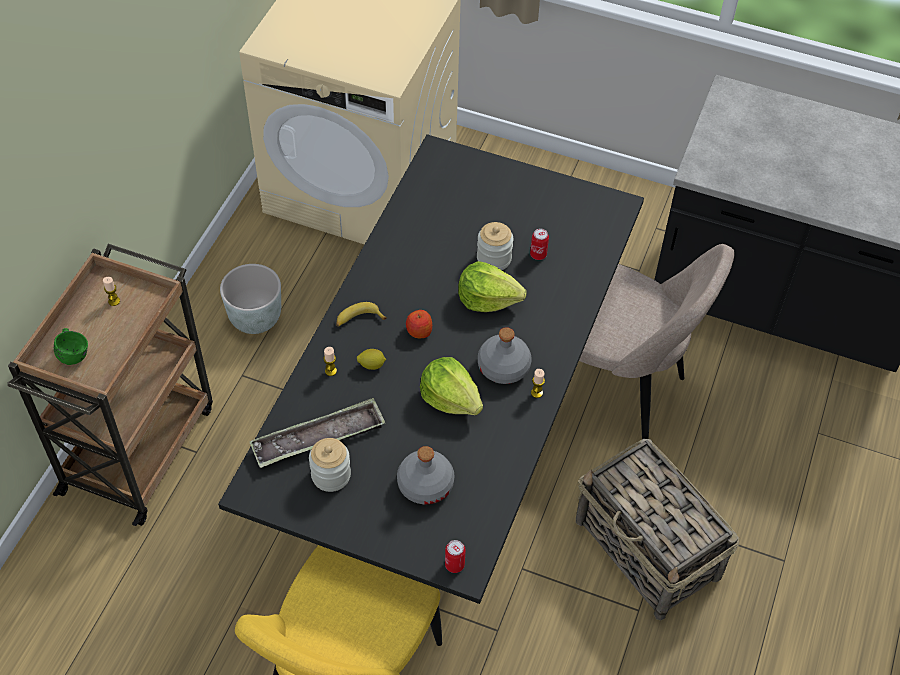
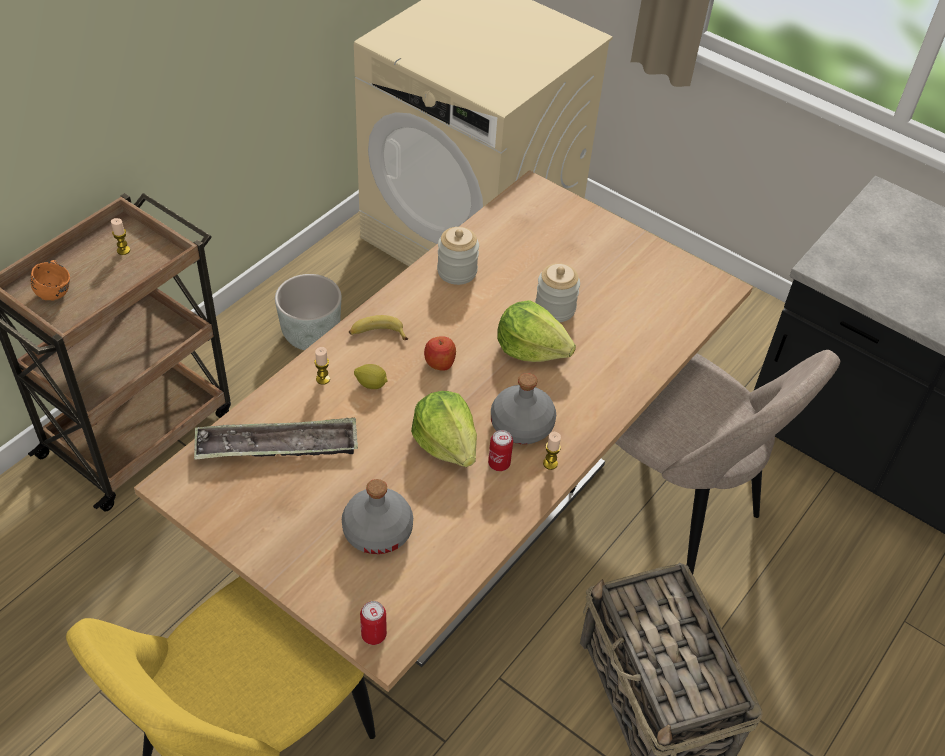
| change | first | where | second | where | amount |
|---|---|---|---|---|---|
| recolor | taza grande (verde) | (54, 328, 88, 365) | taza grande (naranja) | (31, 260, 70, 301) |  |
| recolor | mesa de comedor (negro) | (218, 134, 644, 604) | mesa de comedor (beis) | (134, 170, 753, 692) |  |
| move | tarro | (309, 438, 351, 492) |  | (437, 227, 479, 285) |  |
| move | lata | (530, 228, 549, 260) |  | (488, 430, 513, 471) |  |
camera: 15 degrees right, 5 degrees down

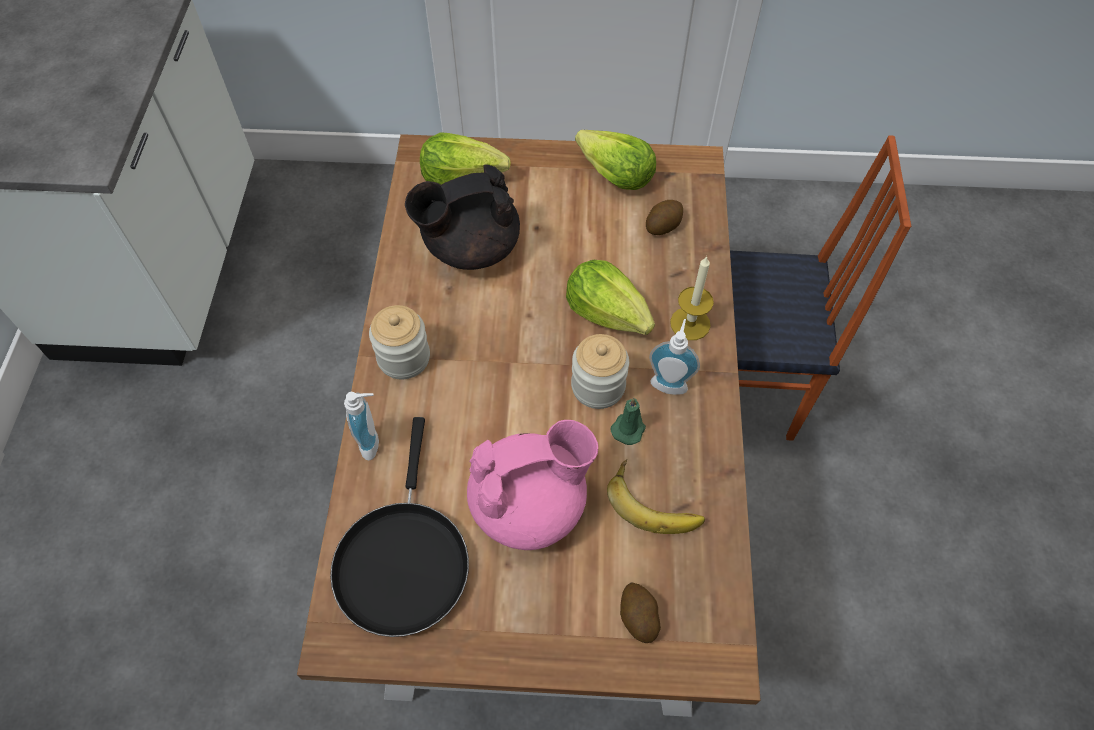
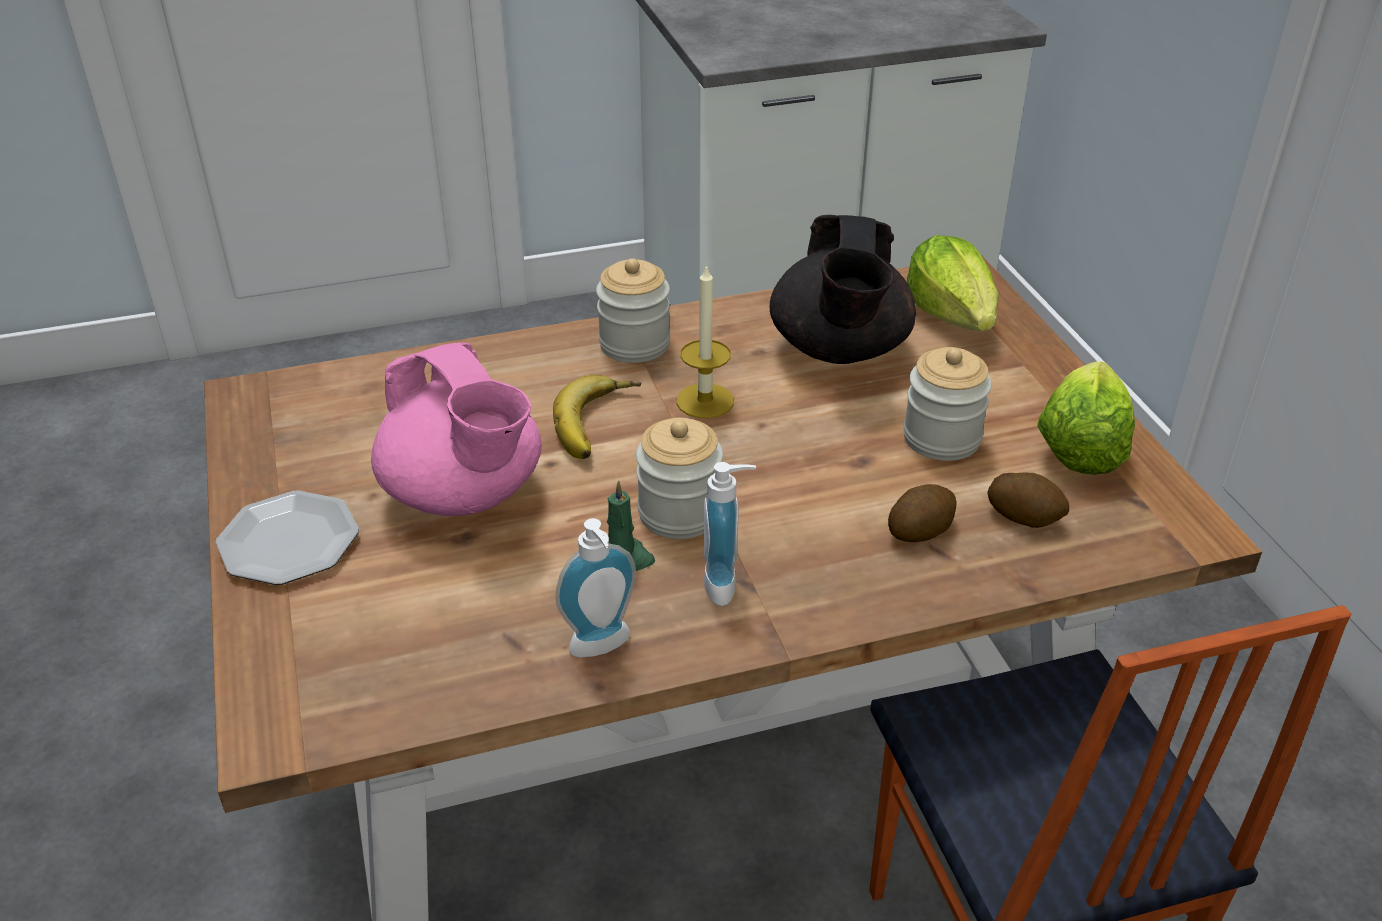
| change | first | where | second | where | amount |
|---|---|---|---|---|---|
| delete | sartén (negro) | (330, 417, 469, 637) |  |  |  |
| move | dispensador de jabón | (344, 392, 379, 461) |  | (555, 518, 636, 658) |  |
| rotate | tetera (negro) | (405, 164, 520, 270) |  | (770, 215, 916, 364) | 135 degrees counterclockwise |
| delete | lechuga | (566, 260, 655, 335) |  |  |  |
| move | plátano | (607, 459, 705, 534) |  | (553, 374, 641, 459) |  |
| move | patata | (620, 582, 661, 643) |  | (888, 484, 957, 542) |  |
| move | vela | (670, 256, 714, 340) |  | (676, 264, 734, 418) |  |
| insert |  |  | plato | (215, 490, 359, 585) |  |
| insert |  |  | tarro | (903, 347, 992, 461) |  |
camera: 70 degrees right, 20 degrees down

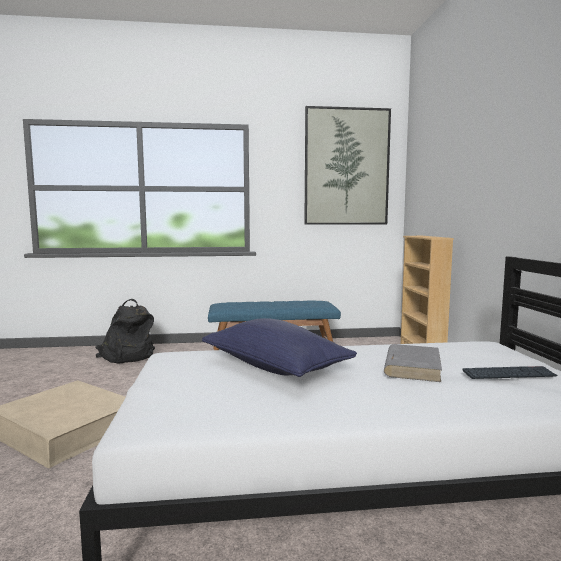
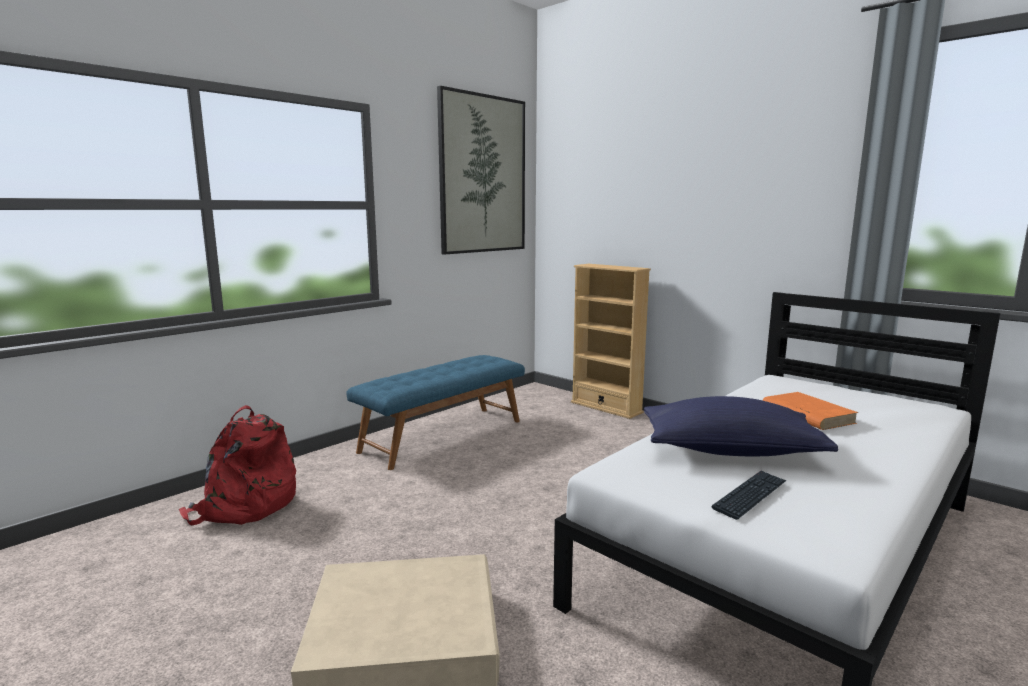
| change | first | where | second | where | amount |
|---|---|---|---|---|---|
| recolor | mochila (negro) | (95, 299, 155, 363) | mochila (rojo) | (179, 405, 296, 525) |  |
| recolor | libro (gris) | (384, 344, 442, 382) | libro (naranja) | (762, 392, 859, 430) |  |
| move | teclado | (462, 366, 558, 379) |  | (711, 471, 786, 520) |  |
camera: 40 degrees left, 5 degrees up

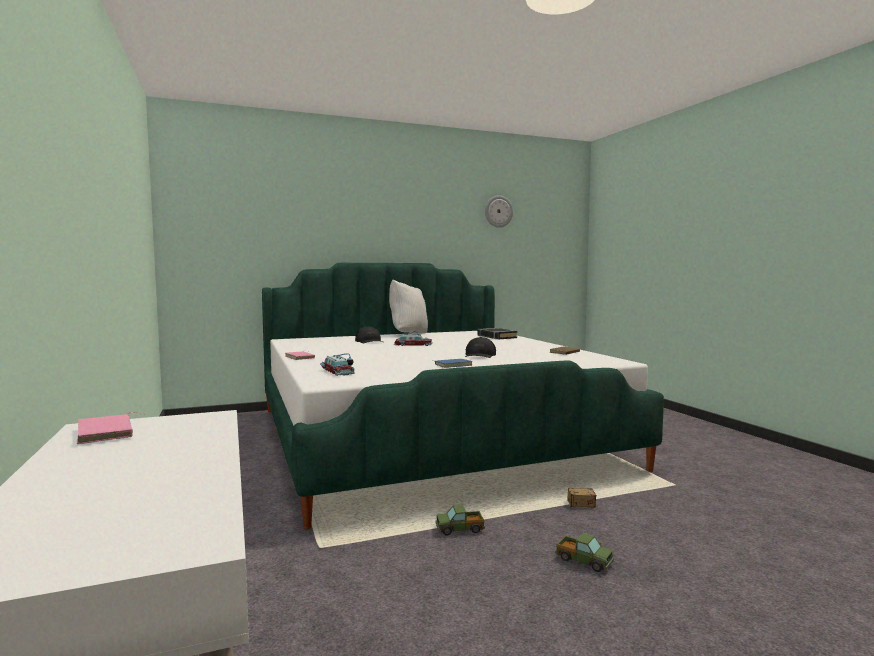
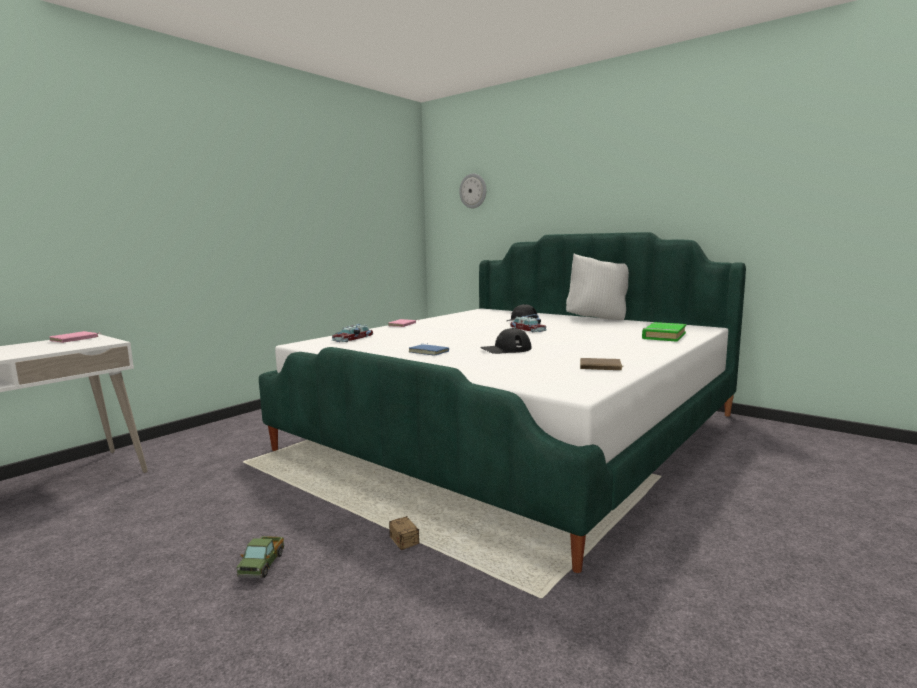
| change | first | where | second | where | amount |
|---|---|---|---|---|---|
| delete | camión de juguete | (436, 505, 485, 535) |  |  |  |
| recolor | libro (negro) | (477, 328, 517, 339) | libro (verde) | (642, 322, 686, 342) |  |
| move | reloj de pared | (485, 195, 513, 228) |  | (459, 173, 486, 209) |  |
camera: 60 degrees right, 5 degrees up

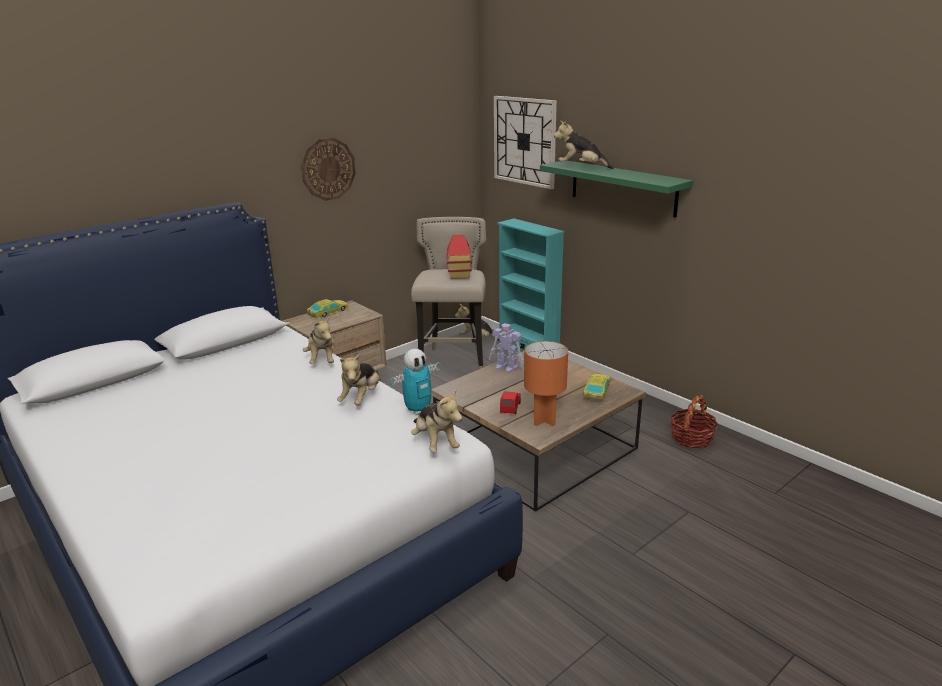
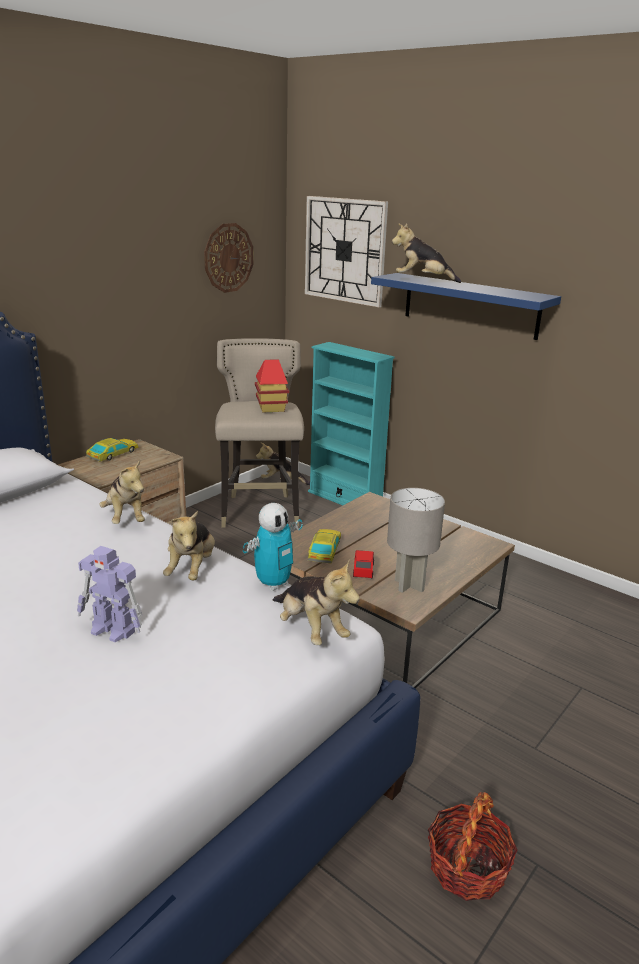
| change | first | where | second | where | amount |
|---|---|---|---|---|---|
| move | reloj de pared | (301, 138, 356, 201) |  | (204, 223, 254, 293) |  |
| move | robot de juguete | (489, 323, 523, 373) |  | (77, 546, 143, 642) |  |
| recolor | lámpara de mesa (naranja) | (524, 341, 568, 426) | lámpara de mesa (gris) | (387, 488, 445, 593) |  |
| recolor | estante (verde) | (540, 161, 693, 218) | estante (azul) | (371, 273, 561, 340) |  |
| move | coche de juguete | (583, 374, 611, 401) |  | (308, 529, 341, 564) |  |
| move | cesta | (670, 395, 718, 448) |  | (428, 792, 518, 901) |  |
camera: 10 degrees left, 0 degrees up

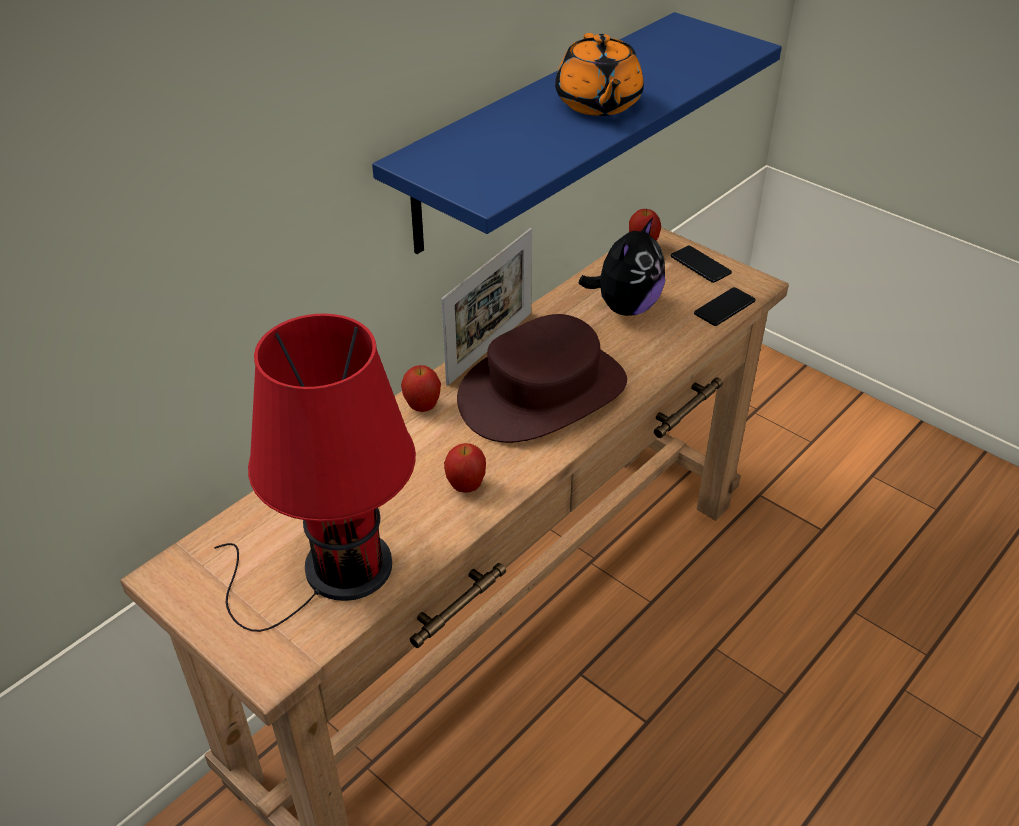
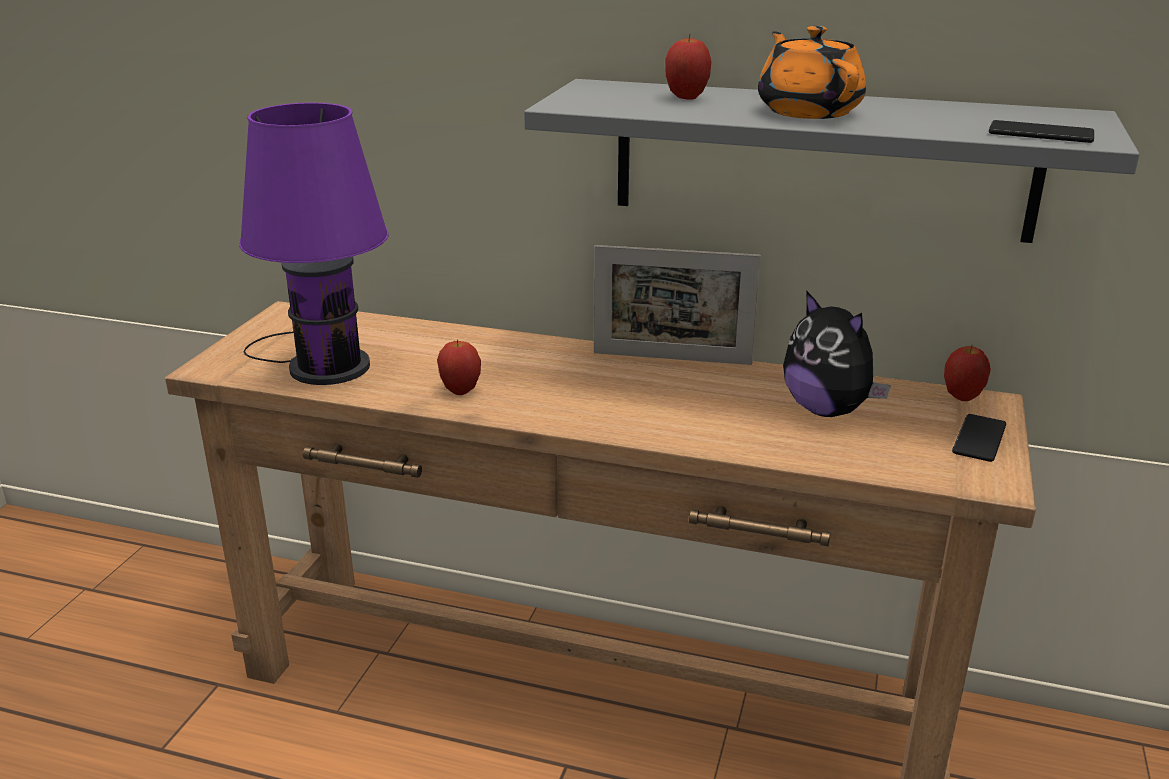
| change | first | where | second | where | amount |
|---|---|---|---|---|---|
| recolor | lámpara de mesa (rojo) | (214, 314, 416, 632) | lámpara de mesa (morado) | (239, 103, 389, 385) |  |
| recolor | estante (azul) | (372, 12, 782, 254) | estante (gris) | (524, 79, 1140, 243) |  |
| move | manzana | (401, 365, 441, 412) |  | (665, 33, 711, 100) |  |
| delete | sombrero (marrón) | (457, 314, 627, 443) |  |  |  |
| rotate | tetera (naranja) | (555, 33, 644, 116) |  | (758, 26, 866, 119) | 105 degrees clockwise |
| rotate | peluche | (578, 217, 665, 316) |  | (783, 290, 891, 417) | 45 degrees clockwise |
| move | móvil | (694, 287, 756, 326) |  | (989, 120, 1094, 143) |  |
camera: 65 degrees right, 15 degrees down

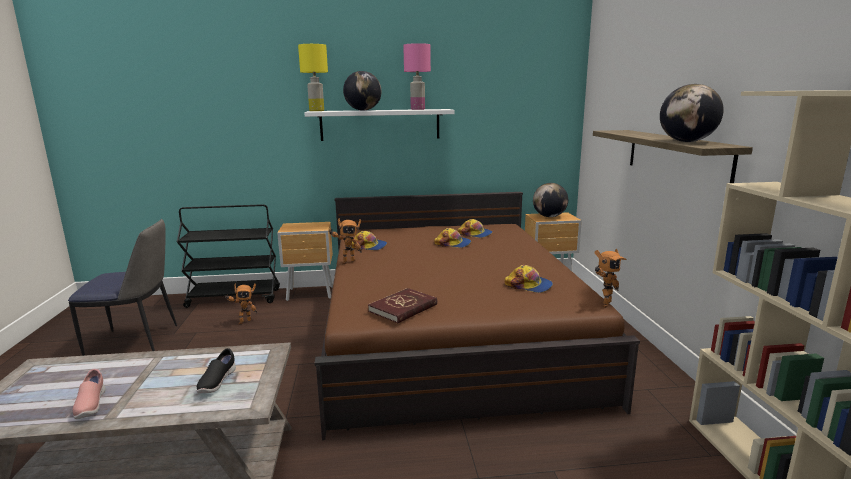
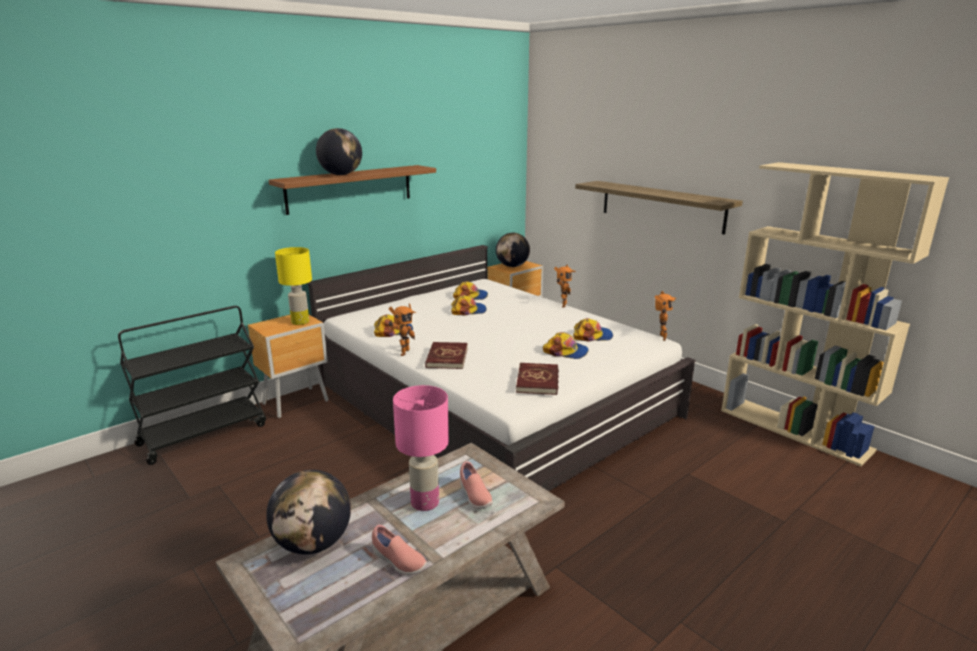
| change | first | where | second | where | amount |
|---|---|---|---|---|---|
| delete | silla | (68, 219, 177, 356) |  |  |  |
| recolor | zapato (negro) | (197, 348, 236, 394) | zapato (rosa) | (460, 461, 493, 509) |  |
| move | robot de juguete | (225, 283, 257, 324) |  | (554, 265, 576, 308) |  |
| move | lámpara de mesa (amarillo) | (298, 44, 328, 111) |  | (275, 247, 312, 325) |  |
| recolor | estante (blanco) | (304, 109, 455, 141) | estante (marrón) | (269, 165, 436, 215) |  |
| recolor | cama (marrón) | (314, 192, 640, 440) | cama (blanco) | (307, 245, 696, 491) |  |
| move | lámpara de mesa (rosa) | (403, 43, 431, 110) |  | (393, 385, 449, 511) |  |
| move | globo terráqueo | (660, 84, 724, 142) |  | (266, 470, 351, 554) |  |
| insert |  |  | libro (rojo) | (425, 342, 468, 369) |  |
| insert |  |  | gorra | (543, 332, 589, 359) |  |
camera: 35 degrees left, 5 degrees up

